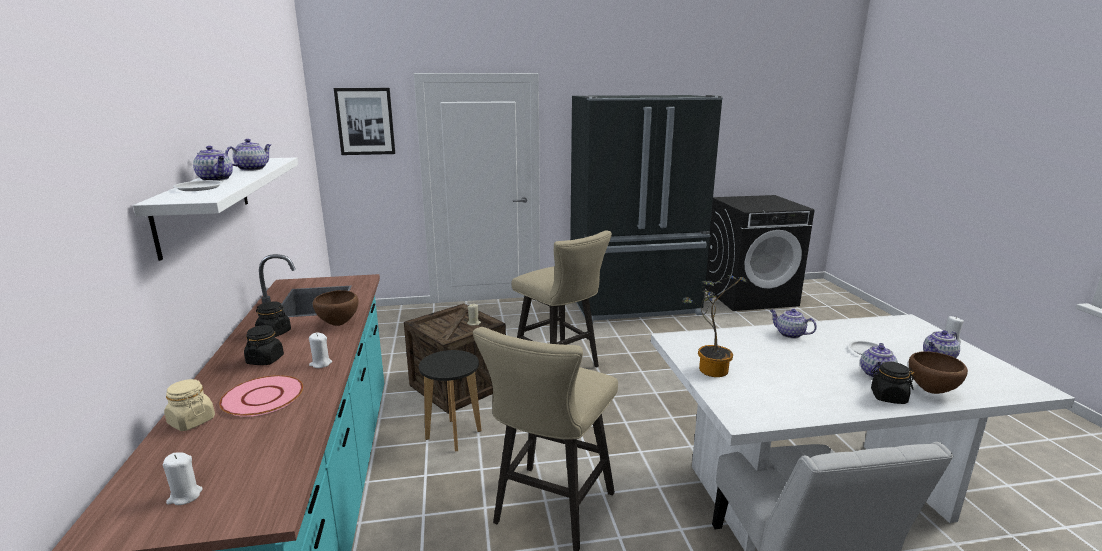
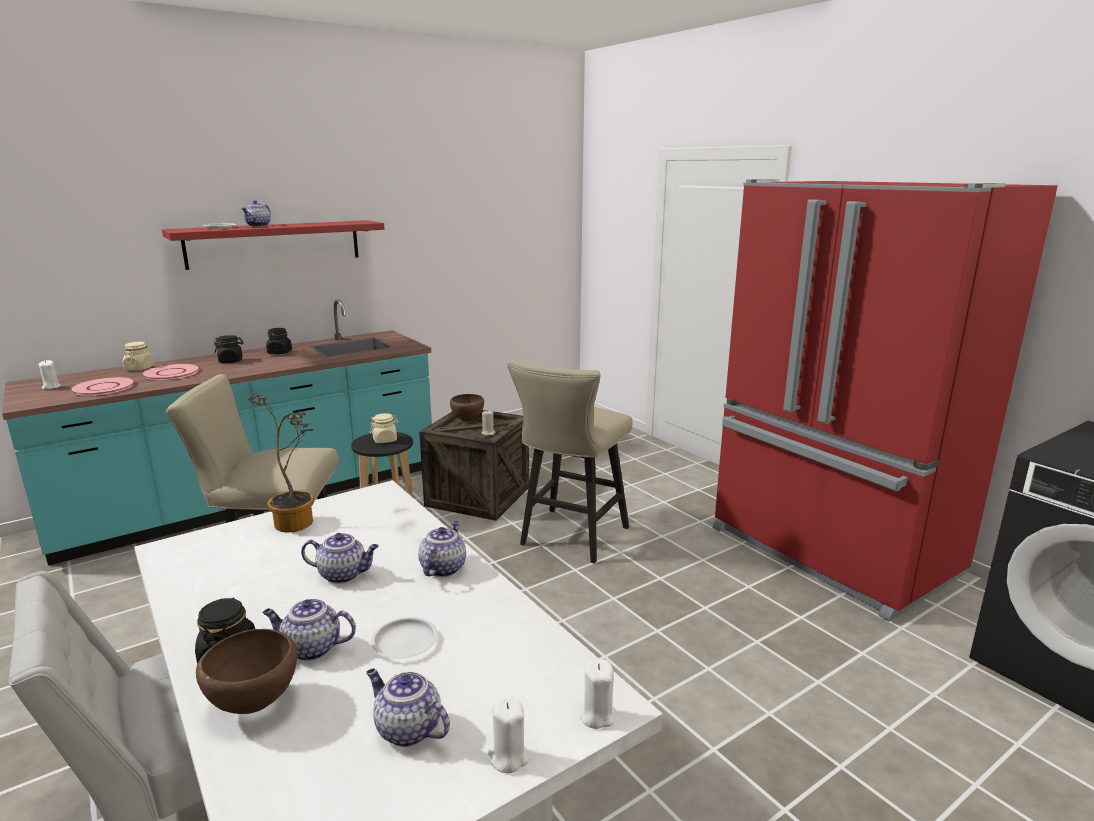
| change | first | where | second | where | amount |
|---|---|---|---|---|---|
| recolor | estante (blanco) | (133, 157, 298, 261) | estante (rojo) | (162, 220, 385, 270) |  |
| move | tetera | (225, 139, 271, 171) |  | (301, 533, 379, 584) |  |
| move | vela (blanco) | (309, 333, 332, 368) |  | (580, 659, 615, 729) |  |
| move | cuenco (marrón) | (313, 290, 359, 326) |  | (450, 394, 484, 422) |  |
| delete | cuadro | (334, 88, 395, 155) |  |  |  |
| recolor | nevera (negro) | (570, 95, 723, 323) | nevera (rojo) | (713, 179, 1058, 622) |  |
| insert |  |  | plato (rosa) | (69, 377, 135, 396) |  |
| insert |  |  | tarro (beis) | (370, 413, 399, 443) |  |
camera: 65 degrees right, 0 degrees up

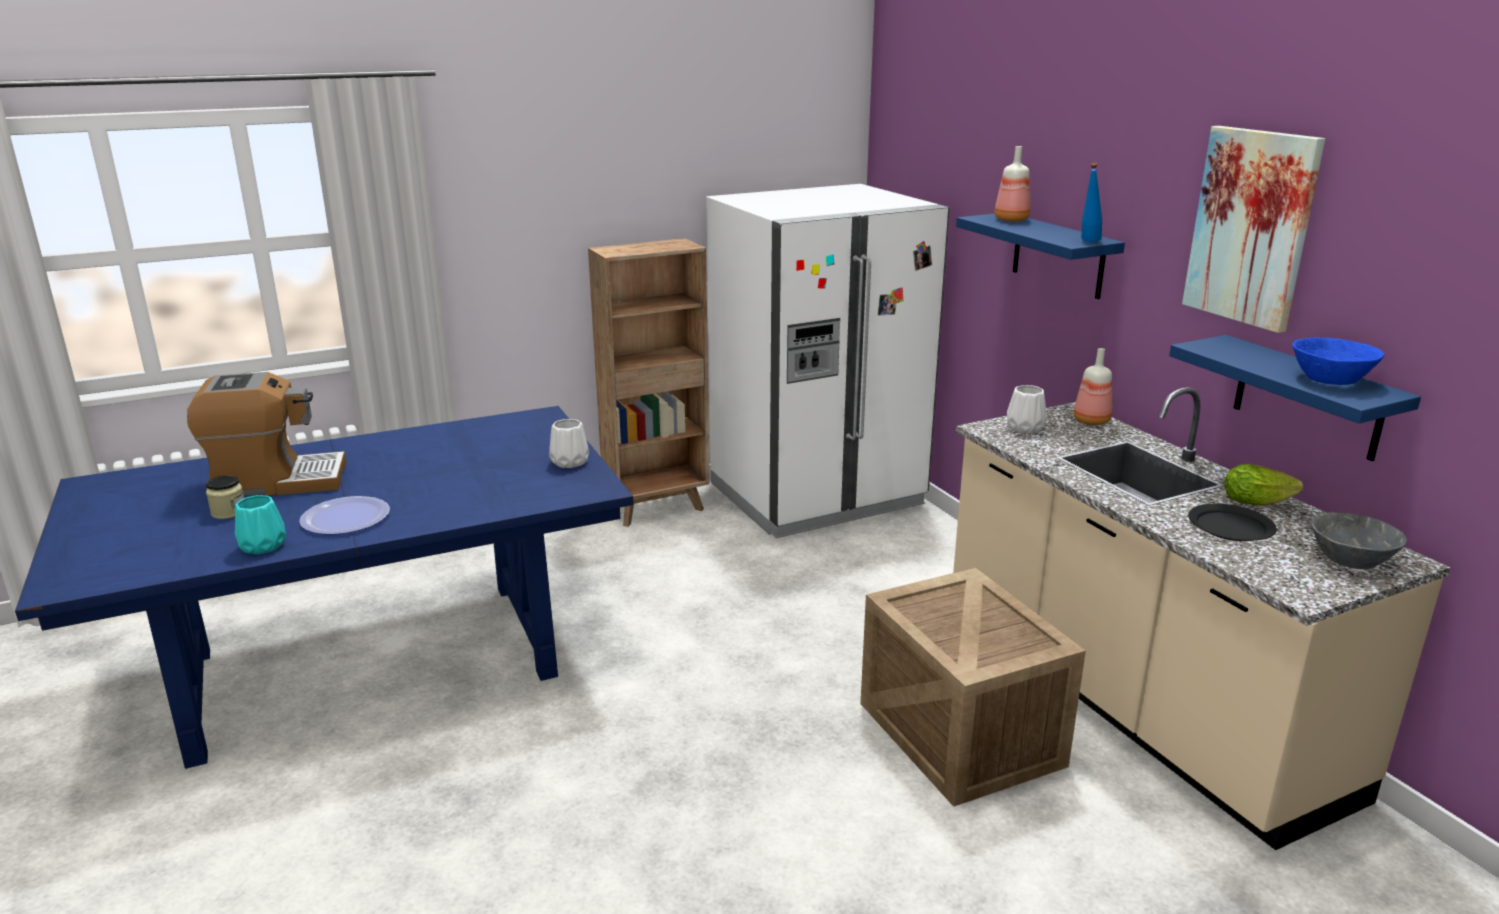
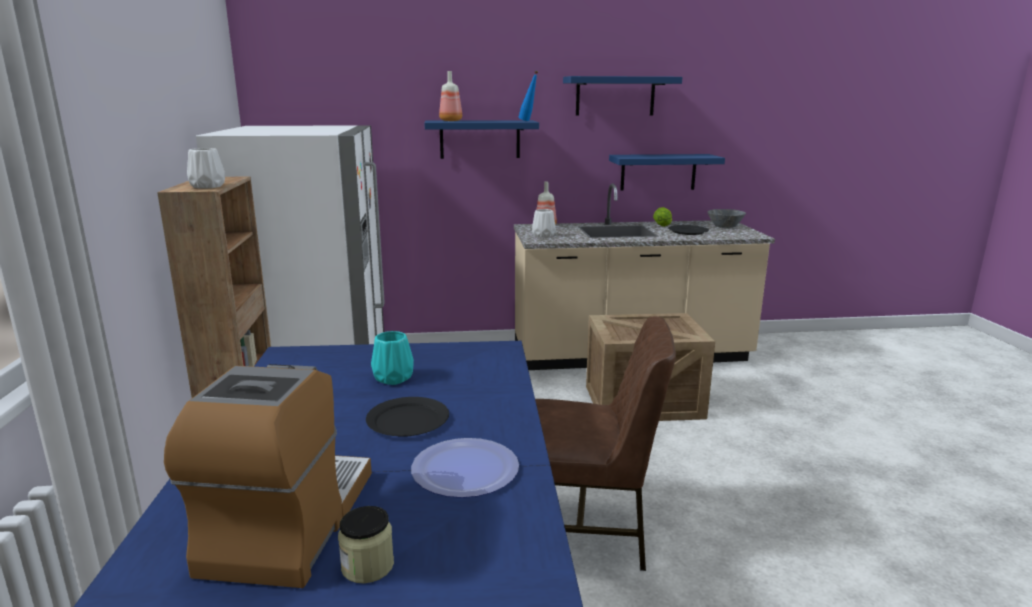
| change | first | where | second | where | amount |
|---|---|---|---|---|---|
| move | florero (turquesa) | (235, 495, 286, 554) |  | (371, 331, 414, 385) |  |
| move | florero (blanco) | (549, 419, 589, 468) |  | (187, 148, 225, 189) |  |
| replace | cuadro | (1182, 126, 1325, 333) | estante (azul) | (563, 76, 682, 116) |  |
| delete | cuenco (azul) | (1292, 337, 1384, 385) |  |  |  |
| insert |  |  | plato (negro) | (366, 397, 449, 437) |  |
| insert |  |  | silla (marrón) | (535, 316, 676, 571) |  |
camera: 70 degrees left, 5 degrees down

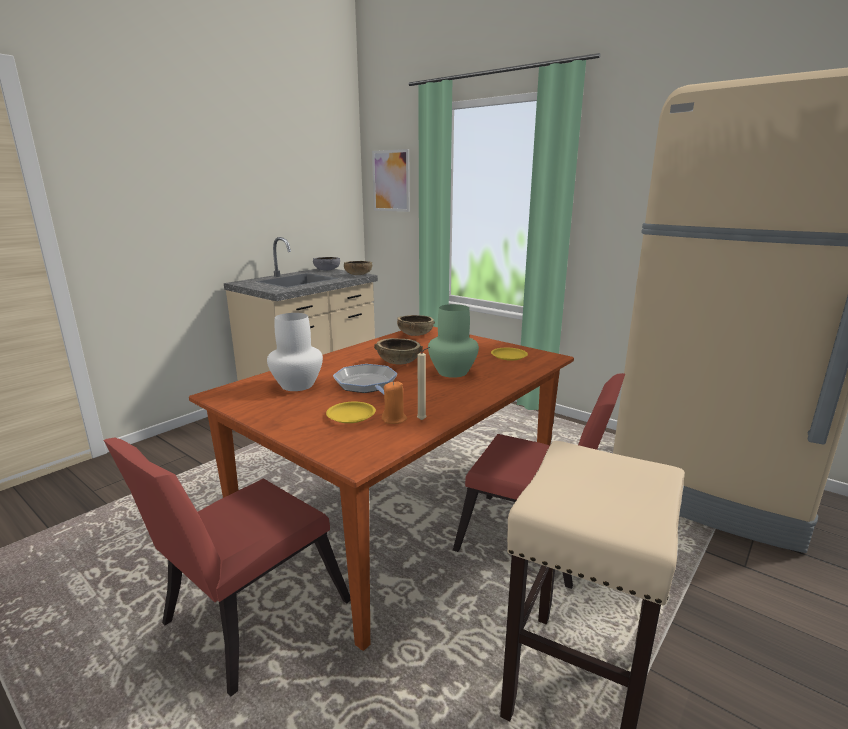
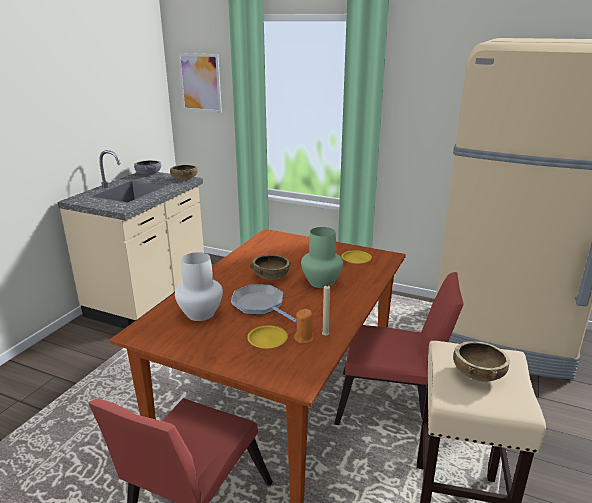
| change | first | where | second | where | amount |
|---|---|---|---|---|---|
| move | cuenco (marrón) | (397, 315, 435, 336) |  | (453, 341, 510, 382) |  |
camera: 15 degrees left, 5 degrees up

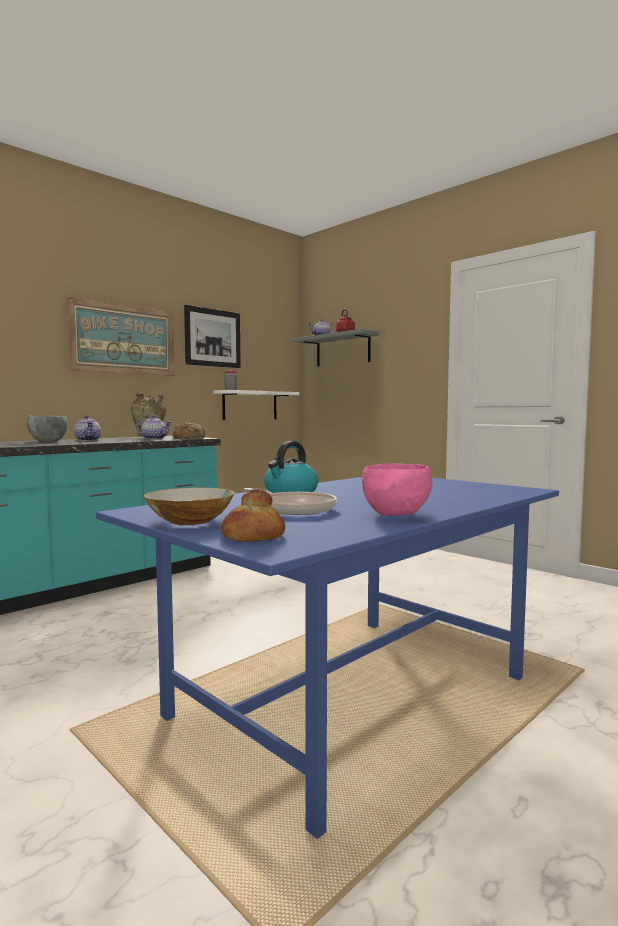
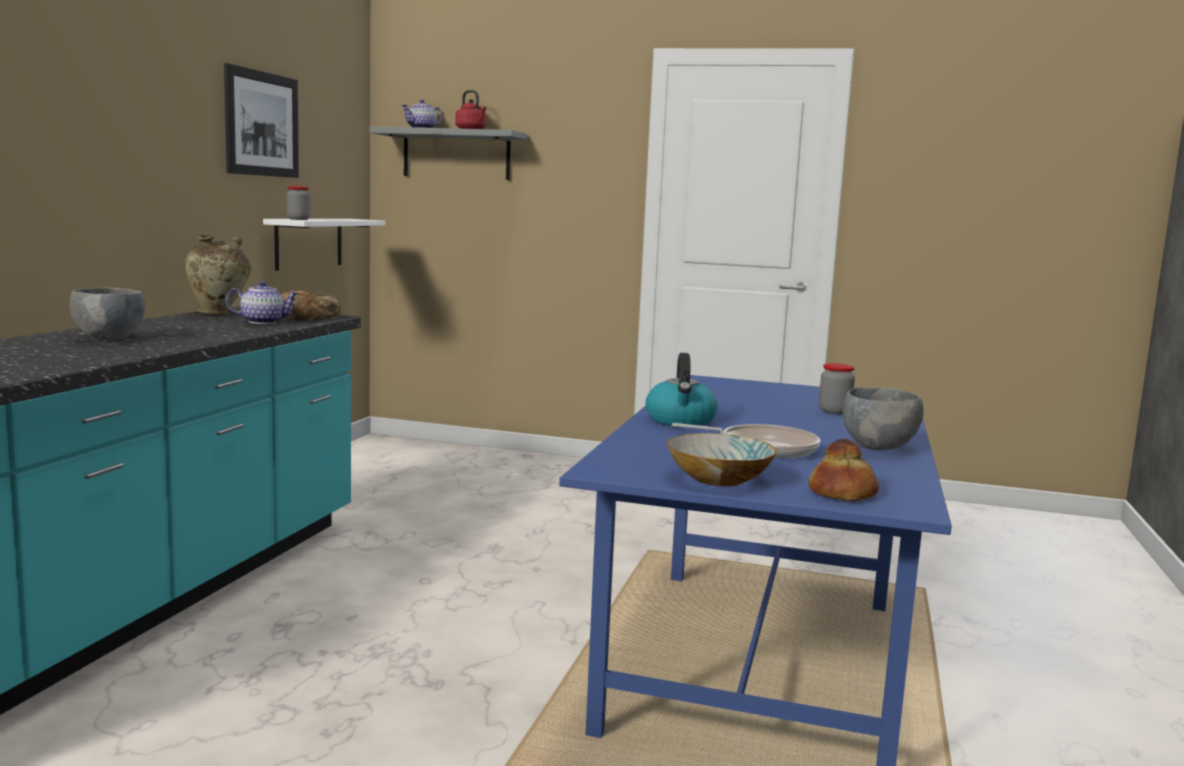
| change | first | where | second | where | amount |
|---|---|---|---|---|---|
| delete | cuadro | (66, 297, 175, 376) |  |  |  |
| delete | tetera | (74, 415, 101, 441) |  |  |  |
| recolor | cuenco (rosa) | (362, 463, 432, 516) | cuenco (gris) | (842, 387, 924, 450) |  |
| insert |  |  | tarro | (819, 363, 855, 414) |  |
camera: 30 degrees left, 5 degrees up

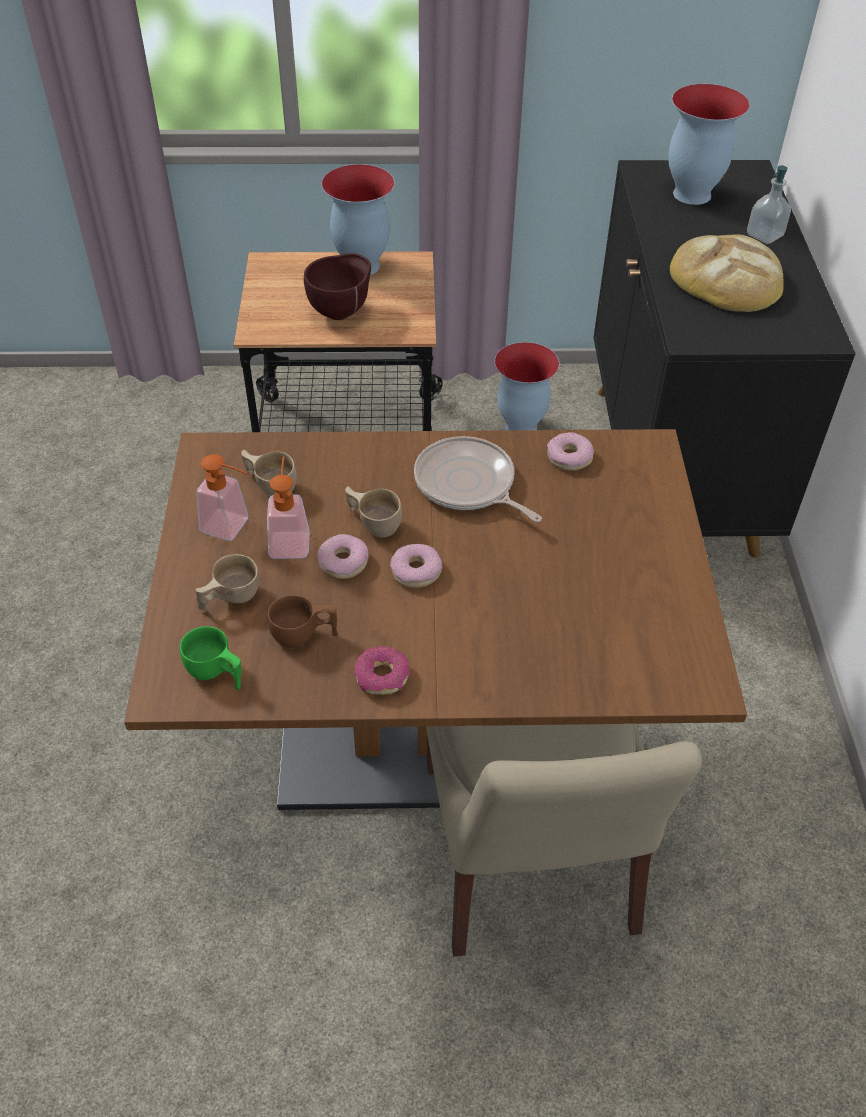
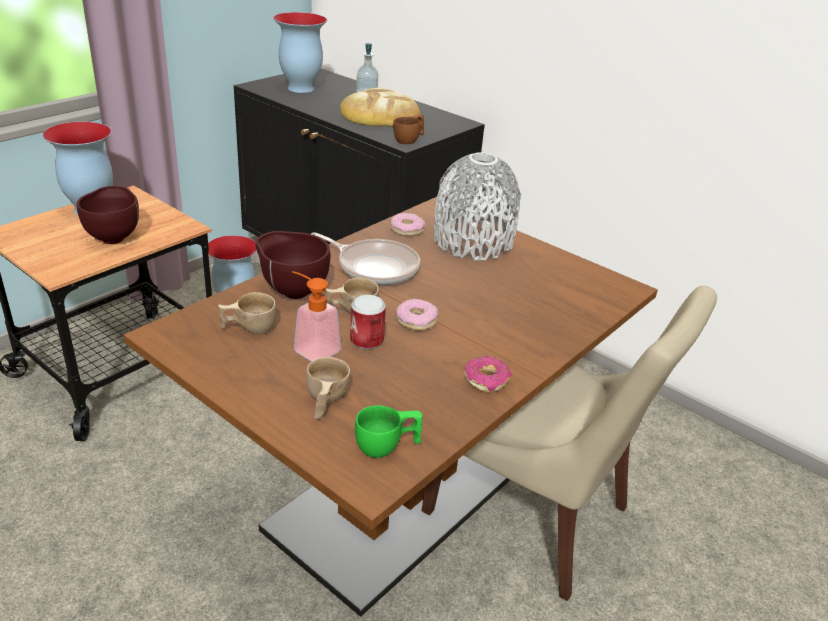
| change | first | where | second | where | amount |
|---|---|---|---|---|---|
| delete | dispensador de jabón | (196, 454, 248, 541) |  |  |  |
| move | taza (marrón) | (268, 595, 338, 648) |  | (393, 114, 424, 144) |  |
| replace | rosquilla | (318, 534, 369, 579) | lata | (350, 295, 386, 350) |  |
| rotate | sartén | (414, 436, 542, 522) |  | (311, 232, 420, 285) | 150 degrees counterclockwise |
| insert |  |  | cuenco (marrón) | (256, 231, 330, 299) |  |
| insert |  |  | florero (gris) | (434, 152, 521, 261) |  |
camera: 50 degrees left, 15 degrees down

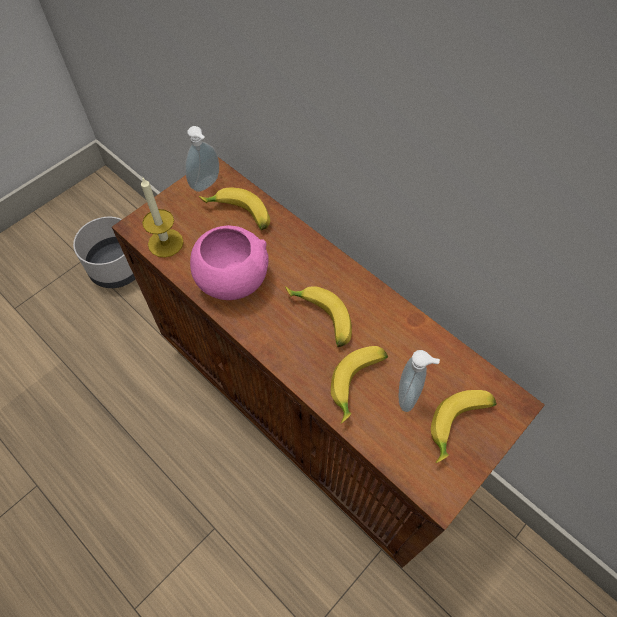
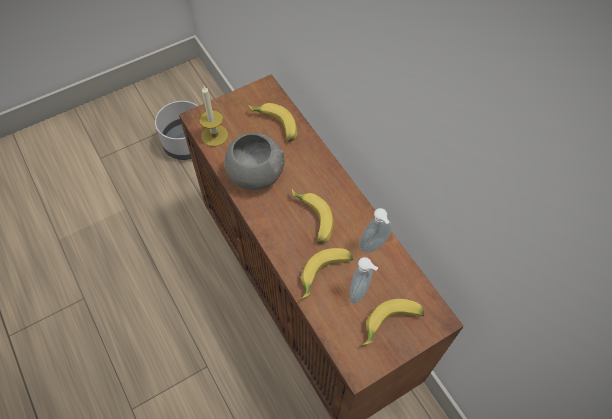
| change | first | where | second | where | amount |
|---|---|---|---|---|---|
| move | dispensador de jabón | (185, 126, 219, 192) |  | (359, 208, 392, 253) |  |
| recolor | cuenco (rosa) | (190, 225, 269, 300) | cuenco (gris) | (224, 133, 285, 190) |  |
camera: 15 degrees right, 0 degrees up

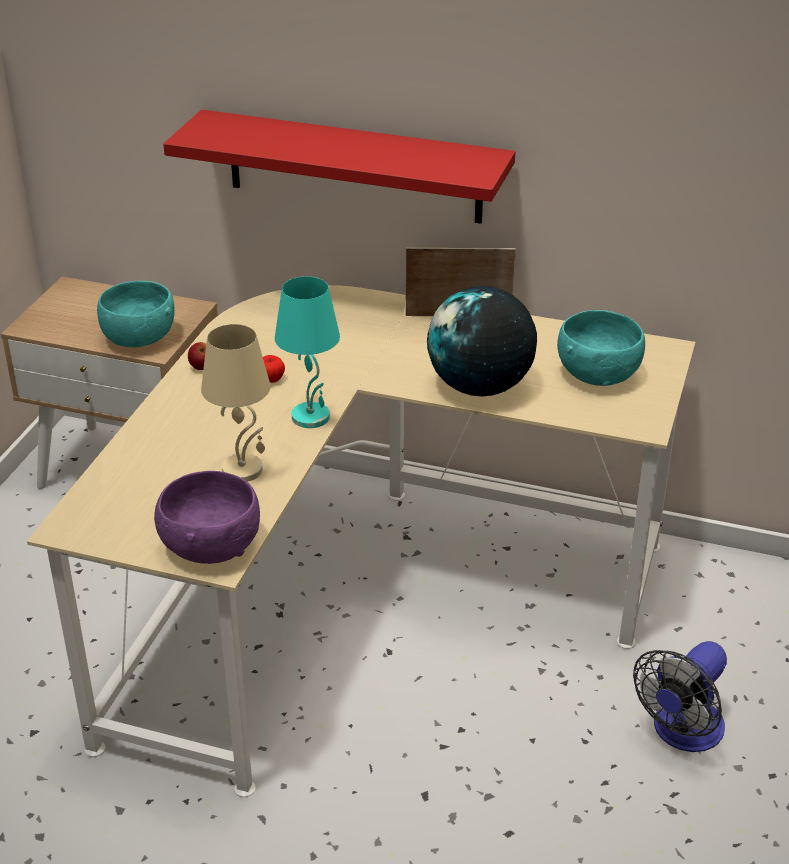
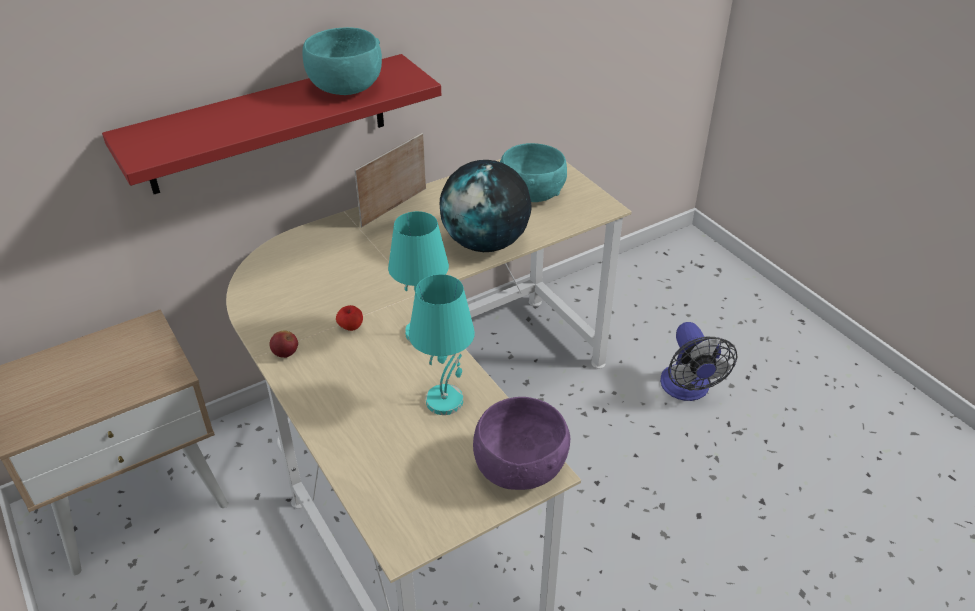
| change | first | where | second | where | amount |
|---|---|---|---|---|---|
| move | cuenco (turquesa) | (97, 281, 175, 348) |  | (302, 27, 382, 95) |  |
| recolor | lámpara de mesa (beis) | (201, 324, 271, 482) | lámpara de mesa (turquesa) | (409, 274, 475, 415) |  |
camera: 50 degrees left, 5 degrees up

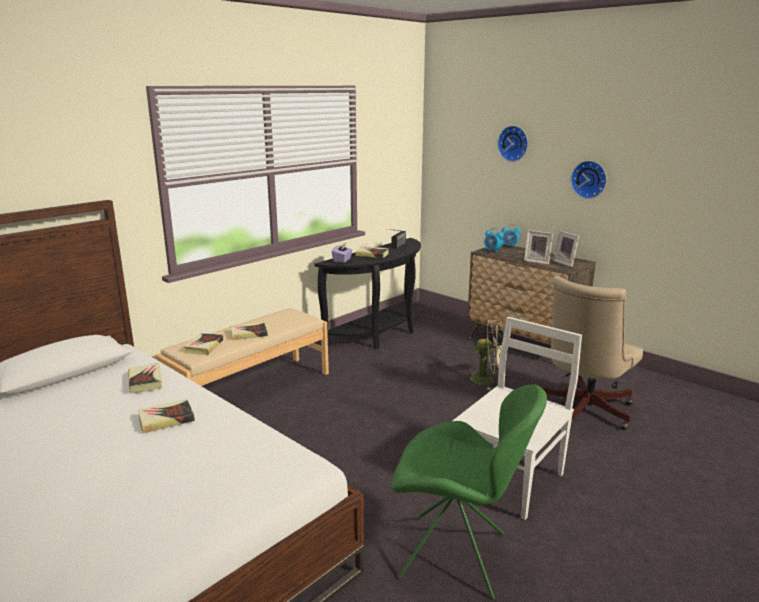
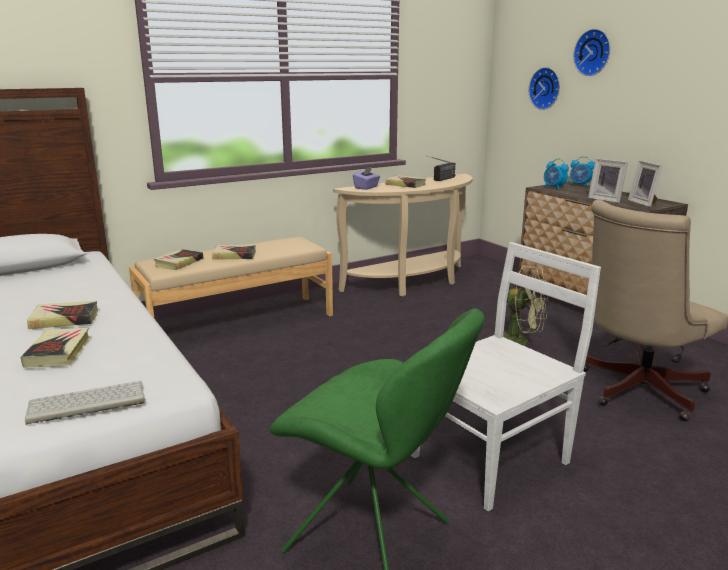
| change | first | where | second | where | amount |
|---|---|---|---|---|---|
| move | libro | (128, 363, 162, 393) |  | (20, 327, 90, 368) |  |
| recolor | mesa consola (negro) | (314, 238, 421, 349) | mesa consola (beis) | (333, 174, 472, 296) |  |
| move | reloj de pared | (571, 161, 607, 199) |  | (529, 67, 560, 110) |  |
| insert |  |  | teclado | (25, 381, 145, 425) |  |
camera: 15 degrees right, 0 degrees up

